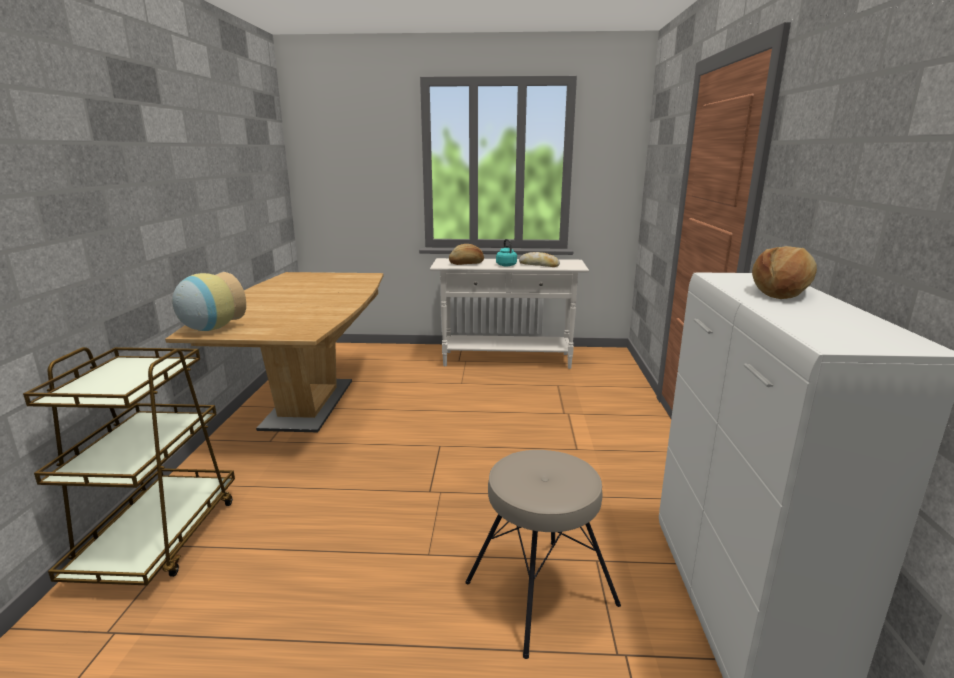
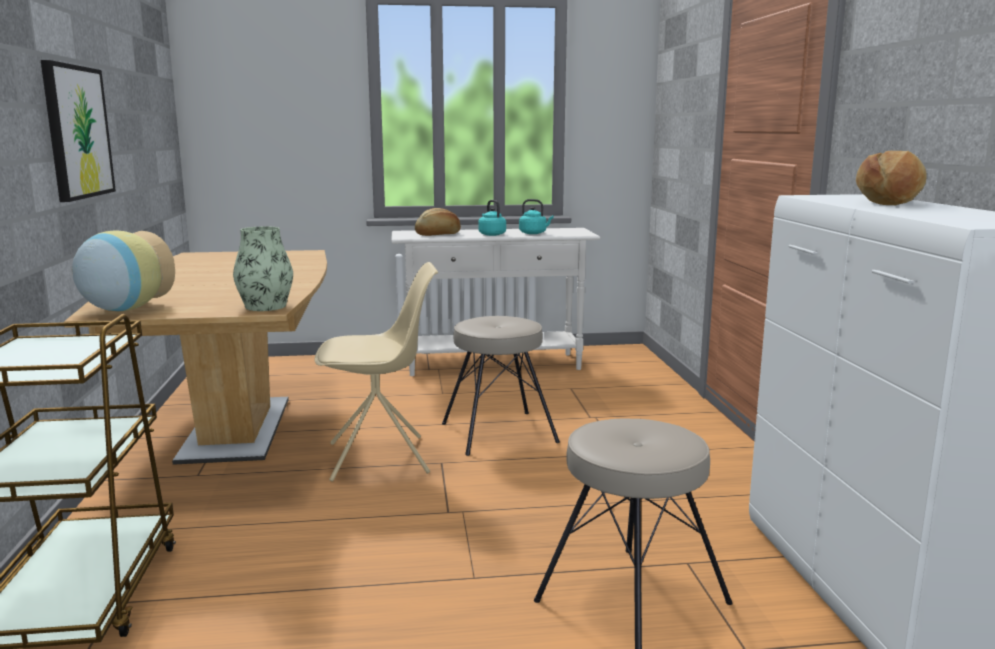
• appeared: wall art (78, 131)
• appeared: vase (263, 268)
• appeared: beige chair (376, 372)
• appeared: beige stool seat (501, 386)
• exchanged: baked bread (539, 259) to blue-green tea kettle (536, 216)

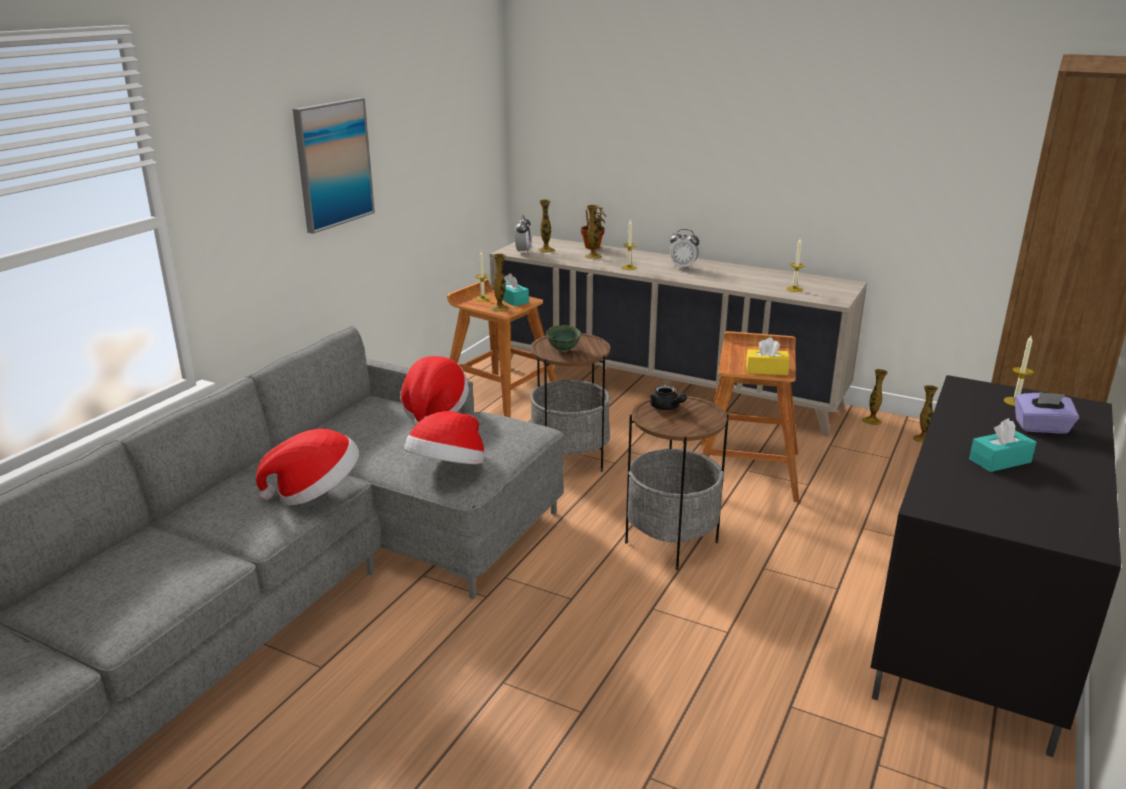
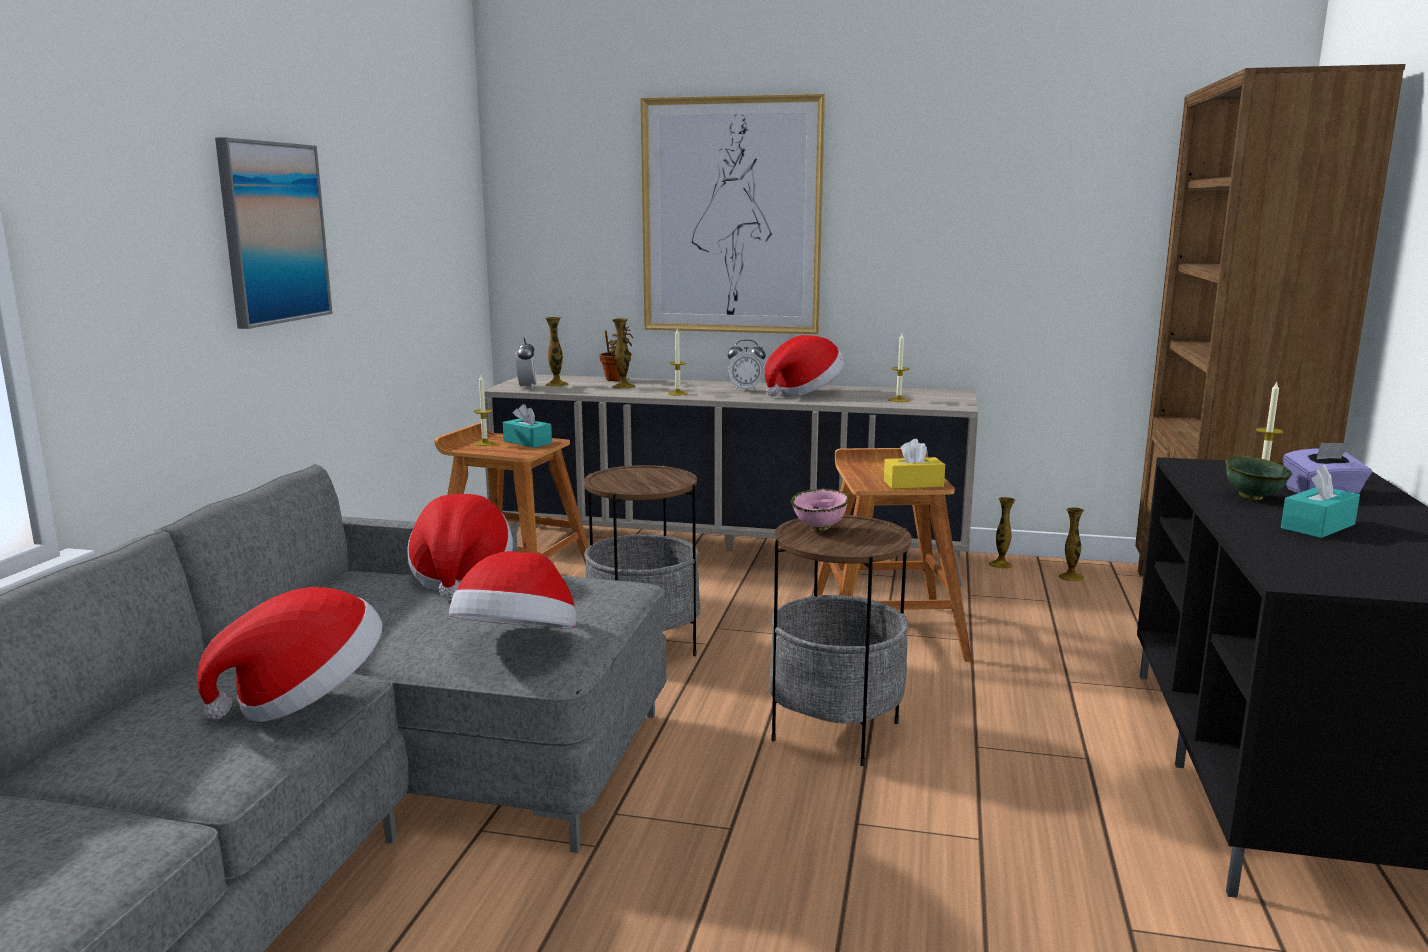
• appeared: wall art (732, 214)
• appeared: clothing hat (804, 366)
• exchanged: black-coloured pot for tea (668, 397) to pinkish bowl (820, 510)
• relocated: green bowl (563, 338) to (1258, 478)
• missing: vase (499, 282)

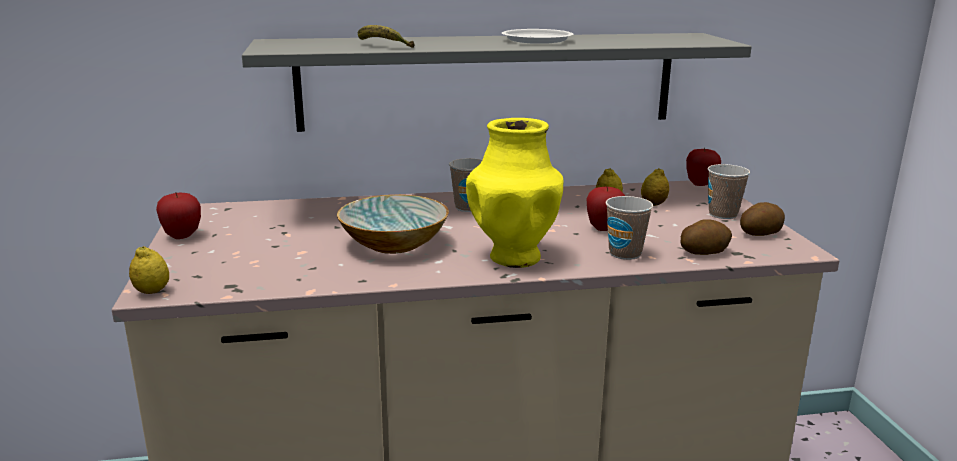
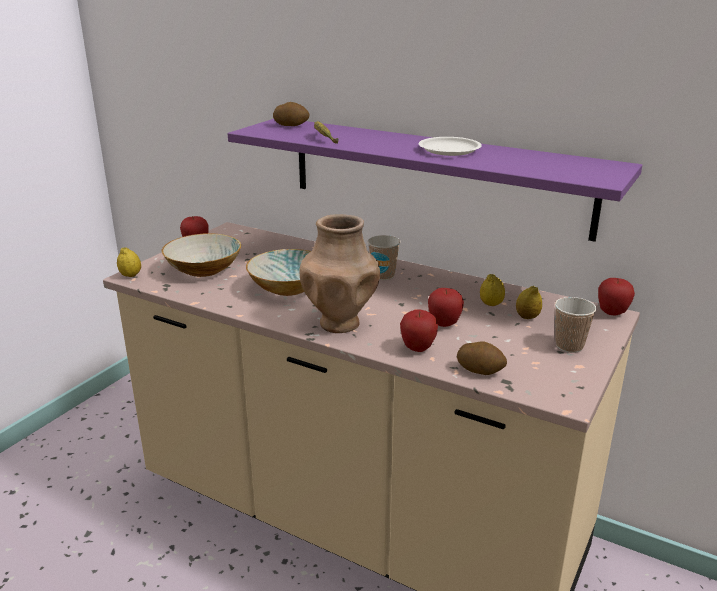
• appeared: bowl (201, 255)
• colour: grey wall shelf (497, 82) to purple wall shelf (435, 180)
• relocated: spud (762, 219) to (291, 114)
• colour: yellow-coloured vase (514, 193) to brown-coloured vase (340, 273)
• exchanged: small cup (629, 228) to apple fruit (419, 330)

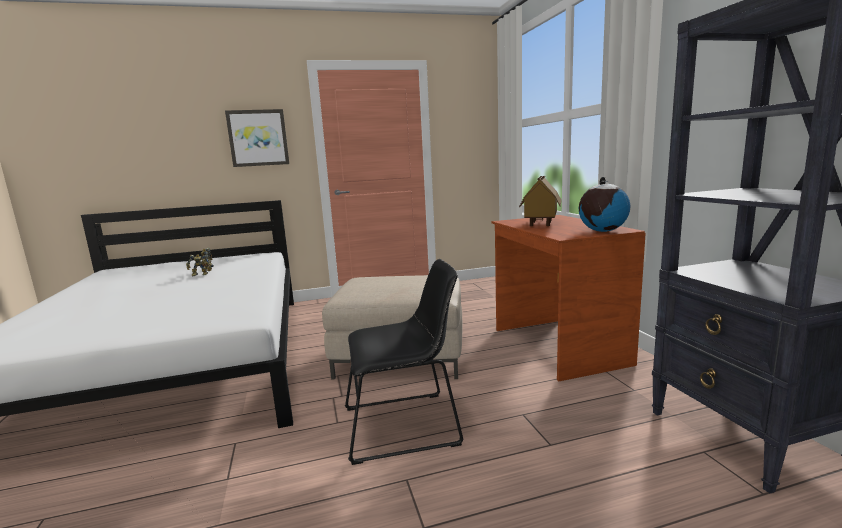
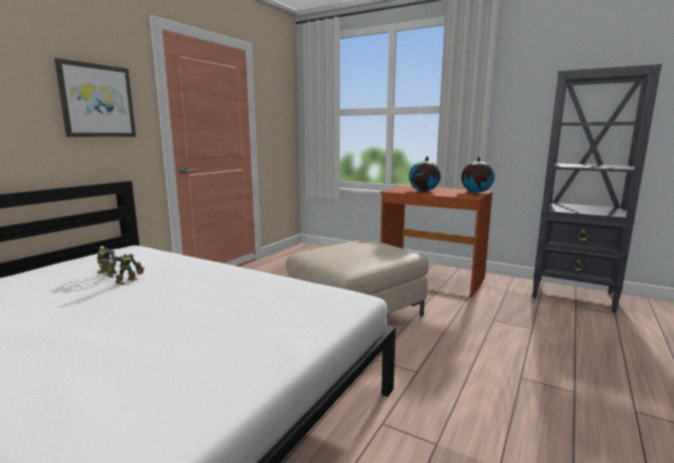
• exchanged: model house (540, 201) to world globe (425, 174)
• missing: black-coloured chair (404, 362)

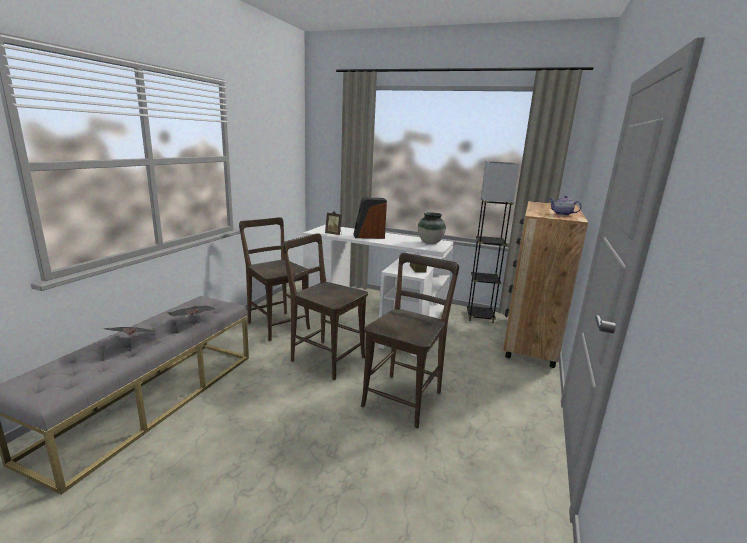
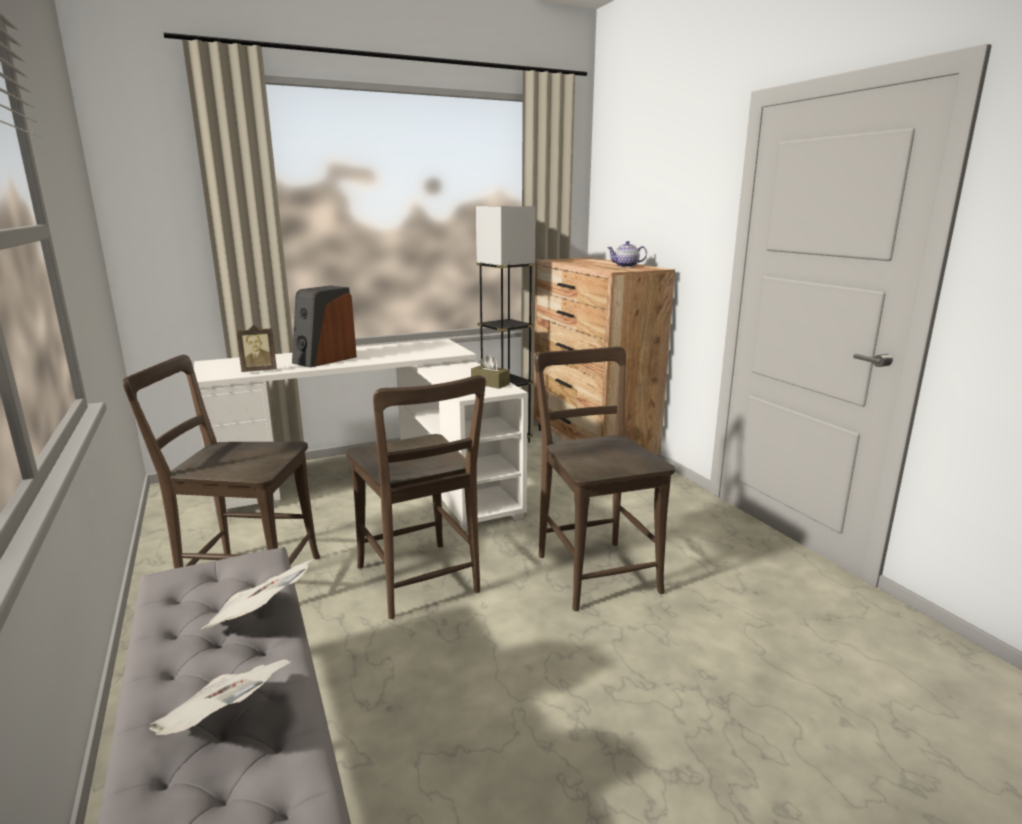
• spun: brown-coloured chair (325, 306) = (416, 497) 105 degrees counterclockwise
• missing: vase (432, 228)

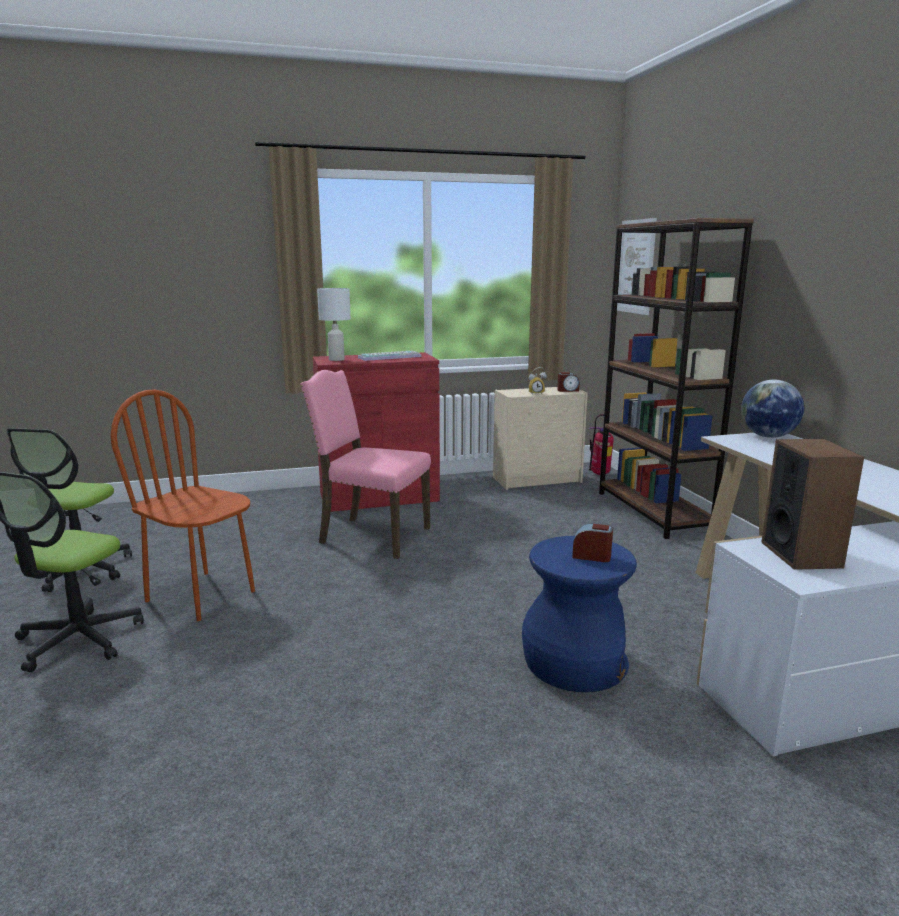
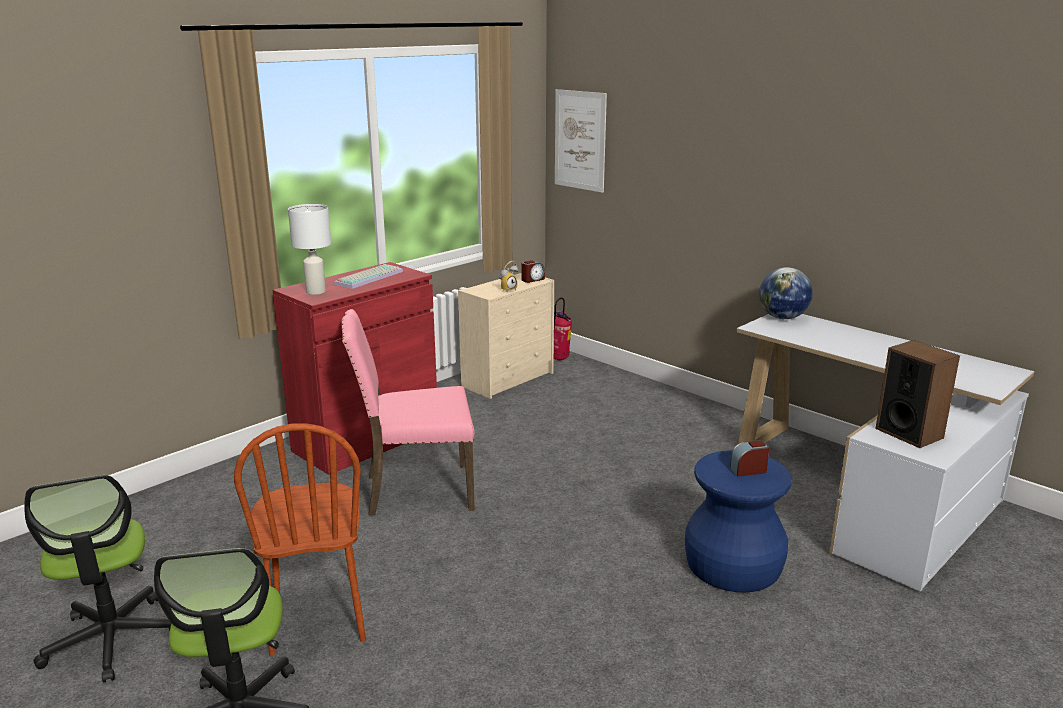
• spun: brown-coloured chair (182, 505) = (300, 539) 105 degrees counterclockwise
• missing: brown-coloured shelving unit (676, 378)

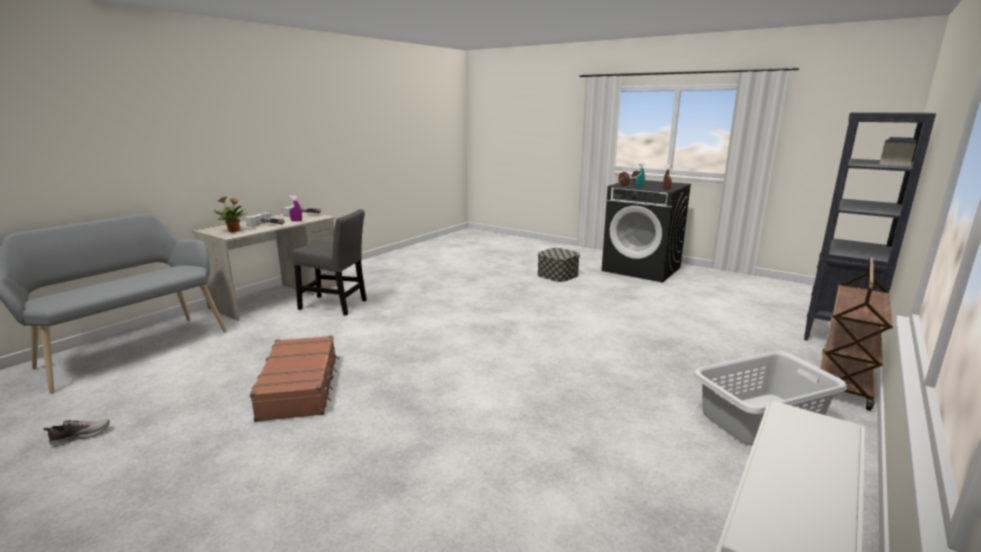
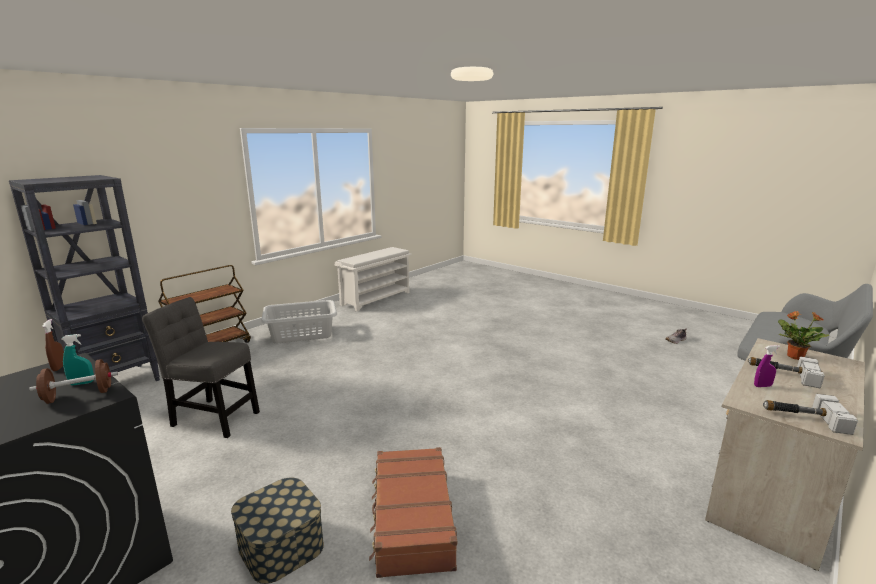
• relocated: grey chair (329, 262) to (201, 367)
• relocated: brown-coloured piece of luggage (294, 378) to (413, 512)

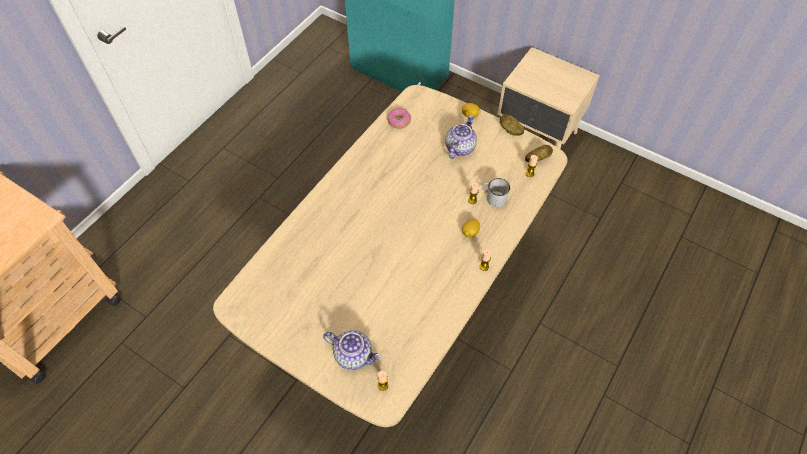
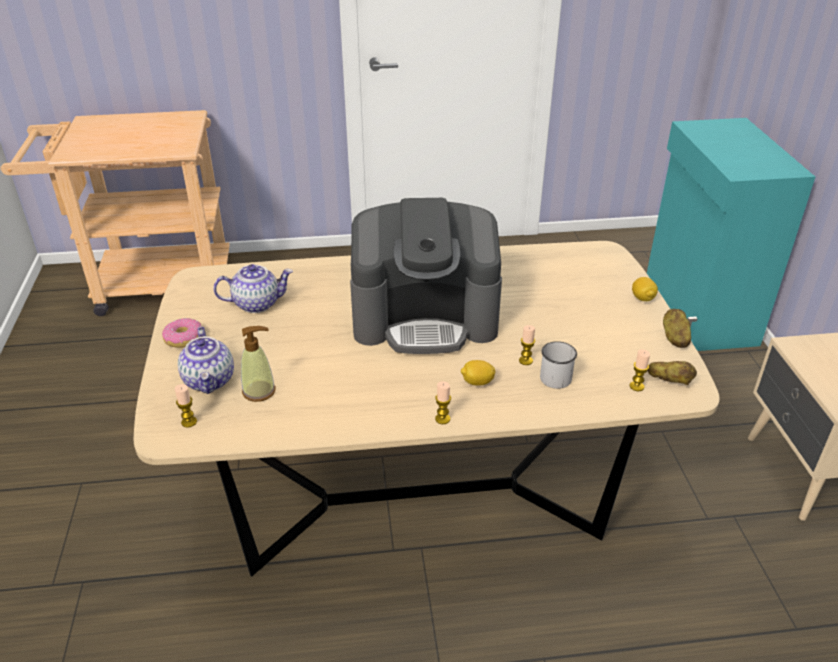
• relocated: ring doughnut (399, 118) to (182, 333)
• relocated: pot for tea (461, 137) to (253, 288)
• appeared: liquid soap bottle (258, 364)
• appeared: coffee machine (426, 276)

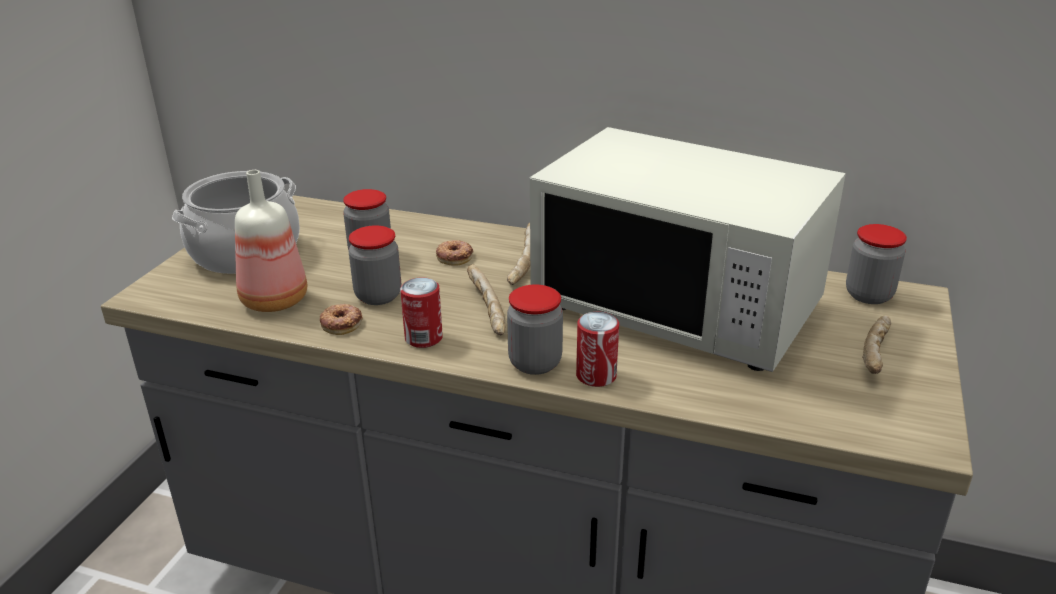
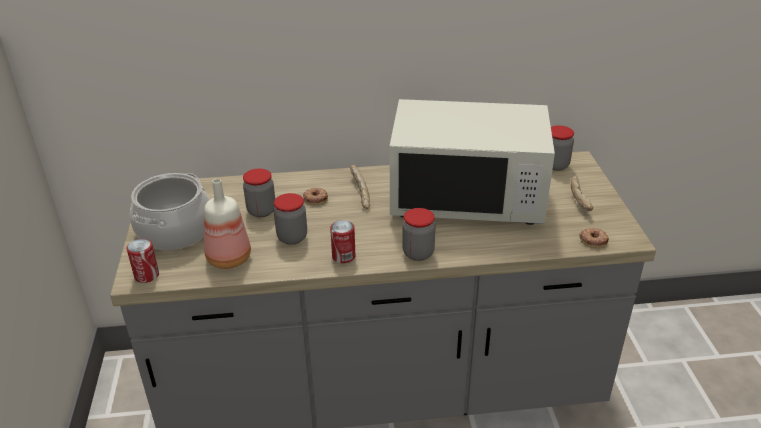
• relocated: can (597, 349) to (143, 260)
• relocated: ring doughnut (341, 319) to (594, 238)
• missing: baked bread (486, 299)

